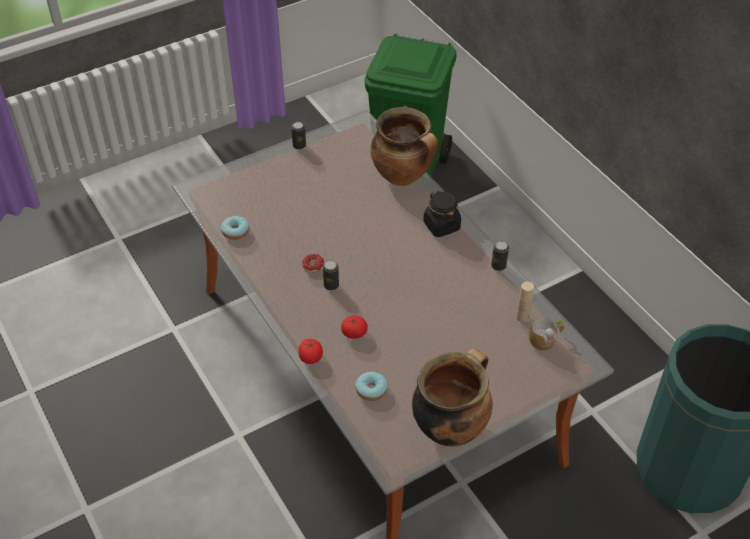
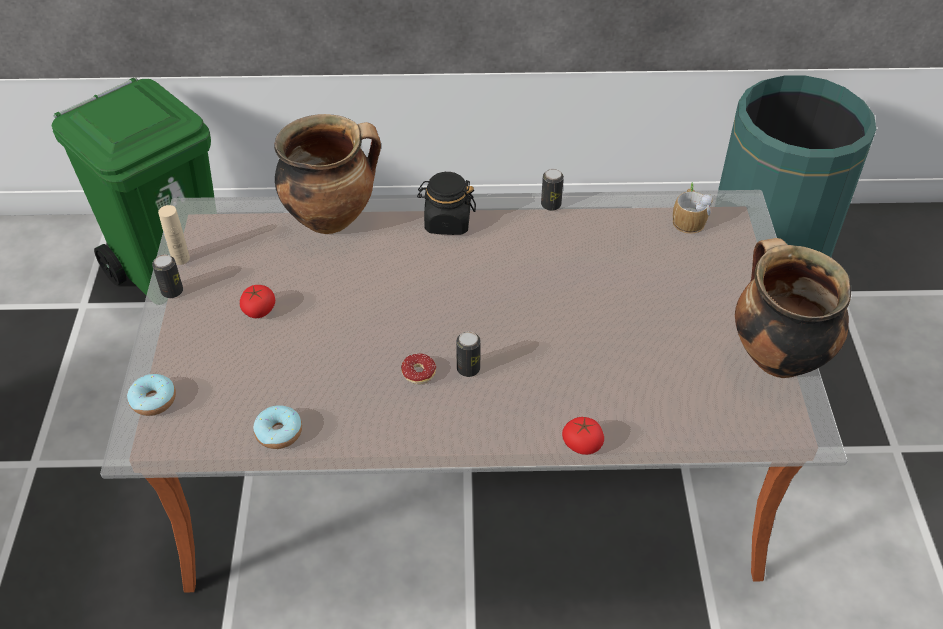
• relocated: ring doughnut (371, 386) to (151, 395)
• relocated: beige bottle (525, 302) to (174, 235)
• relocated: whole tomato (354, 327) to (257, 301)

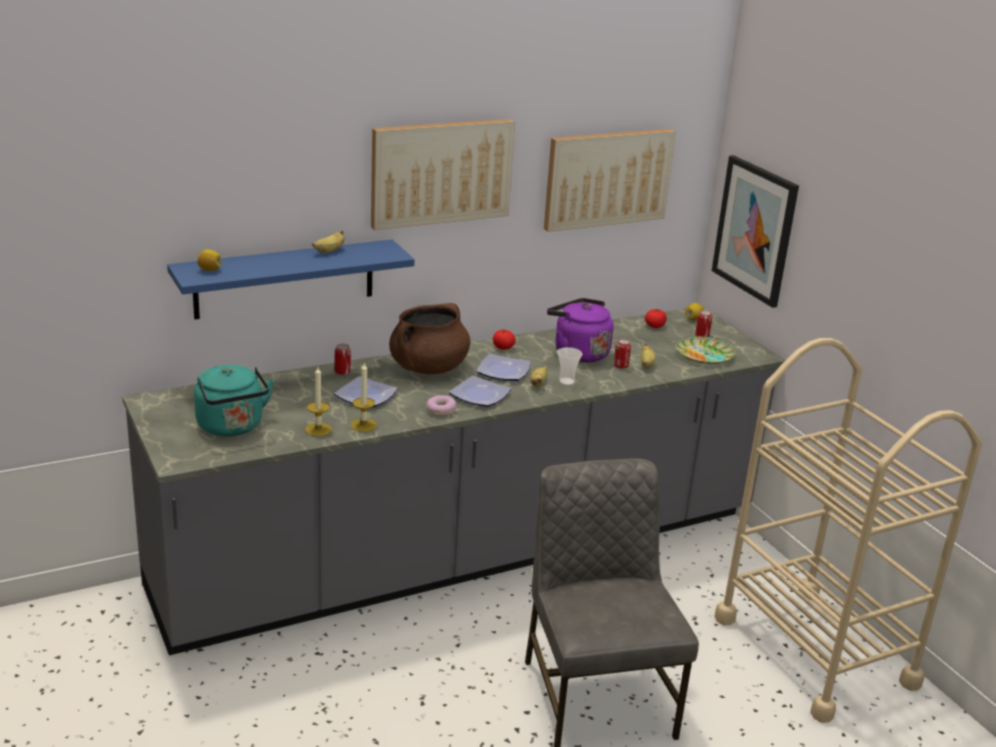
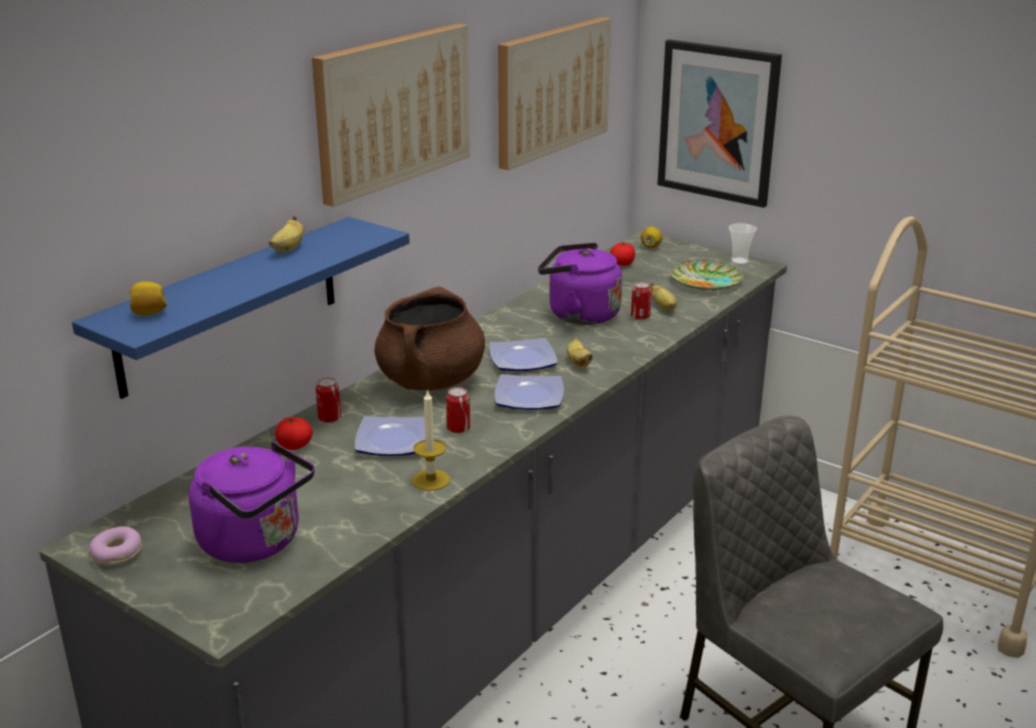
• relocated: ring doughnut (441, 405) to (115, 546)
• colour: blue-green tea kettle (234, 400) to purple tea kettle (252, 502)
• relocated: whole tomato (504, 339) to (294, 433)
• relocated: can (703, 323) to (458, 410)
• relocated: small cup (569, 366) to (743, 243)
• missing: wax light (318, 401)

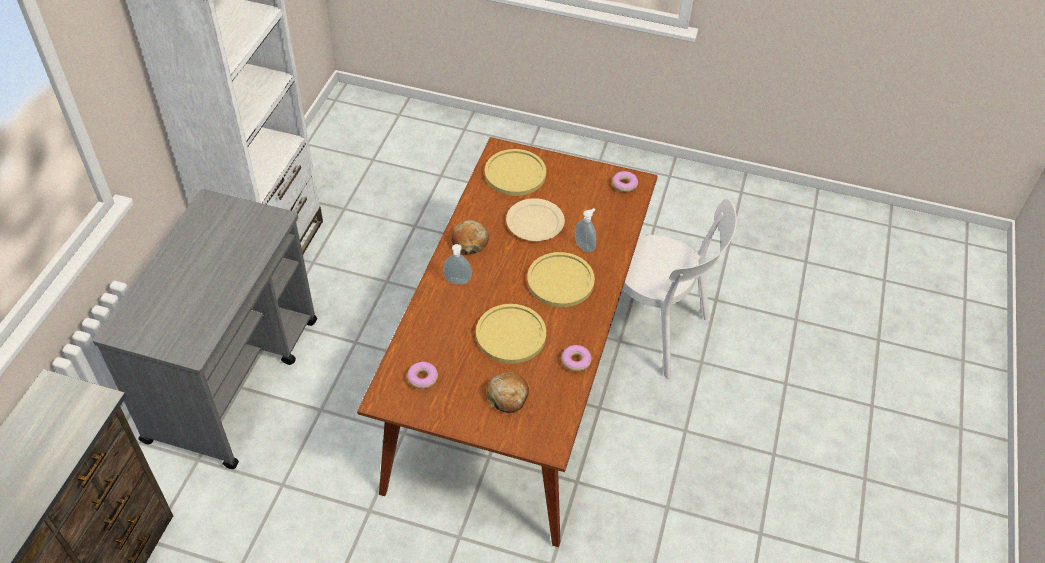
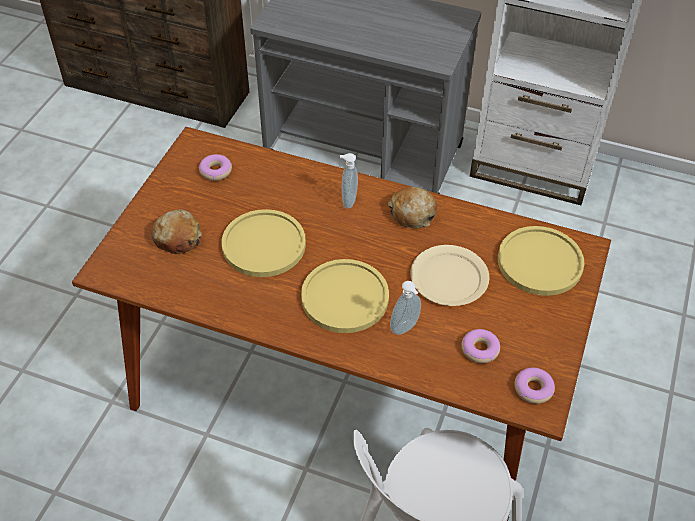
• relocated: ring doughnut (576, 358) to (481, 346)

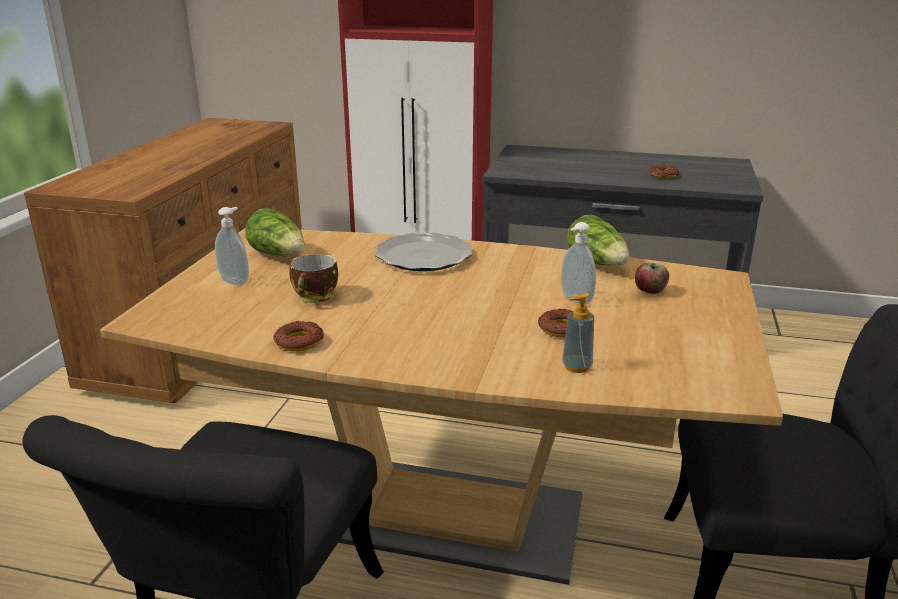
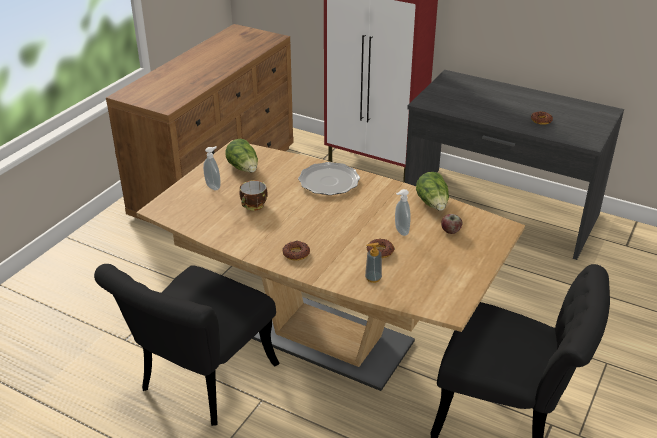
• relocated: ring doughnut (298, 336) to (296, 251)

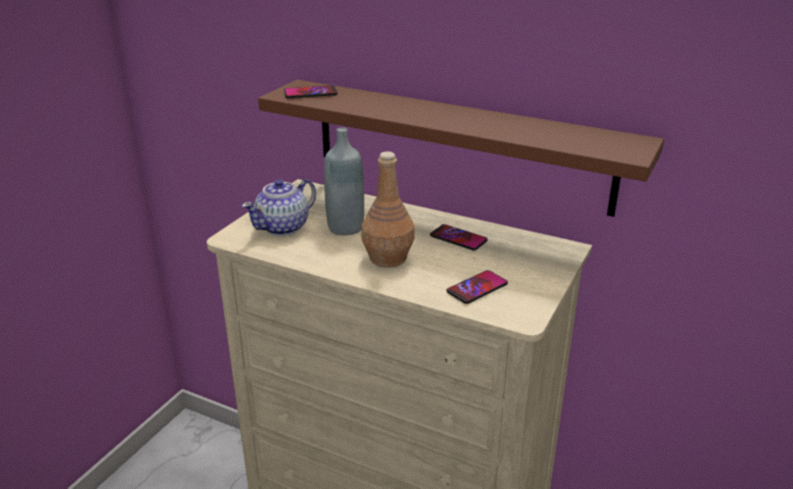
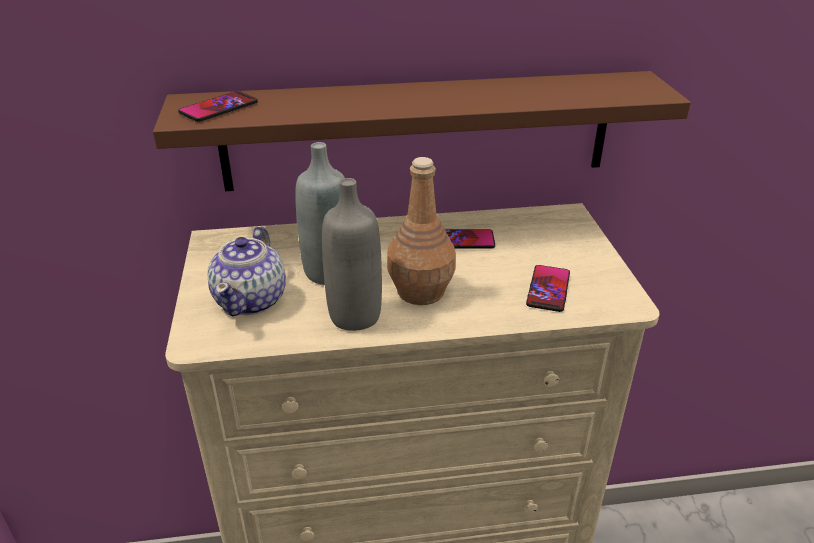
• appeared: grey bottle (352, 254)

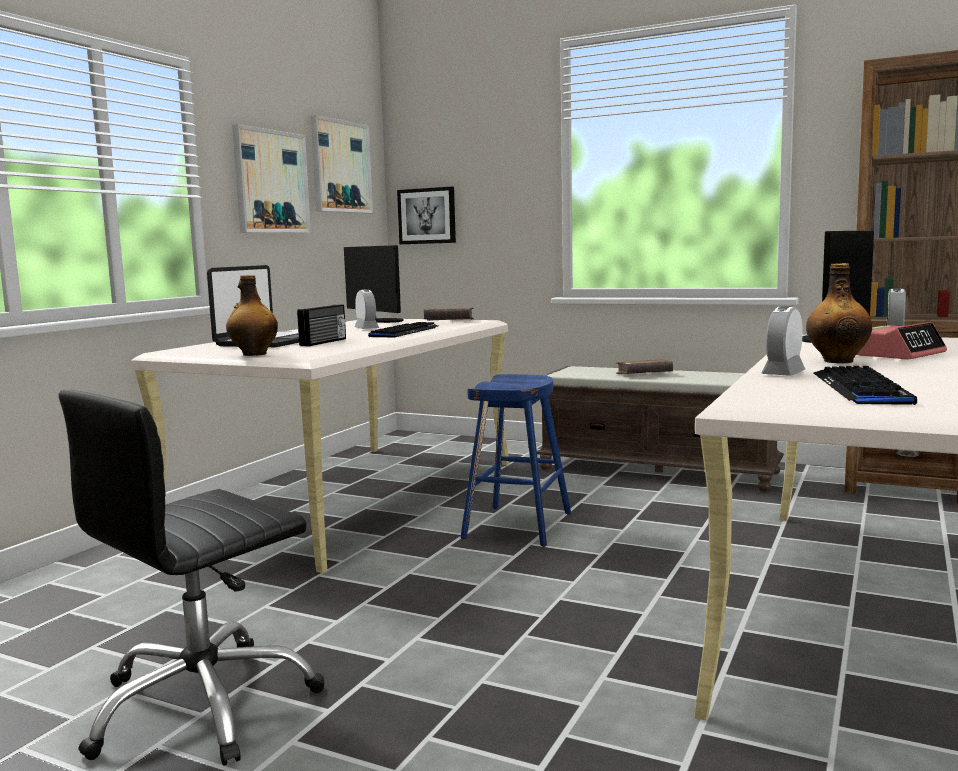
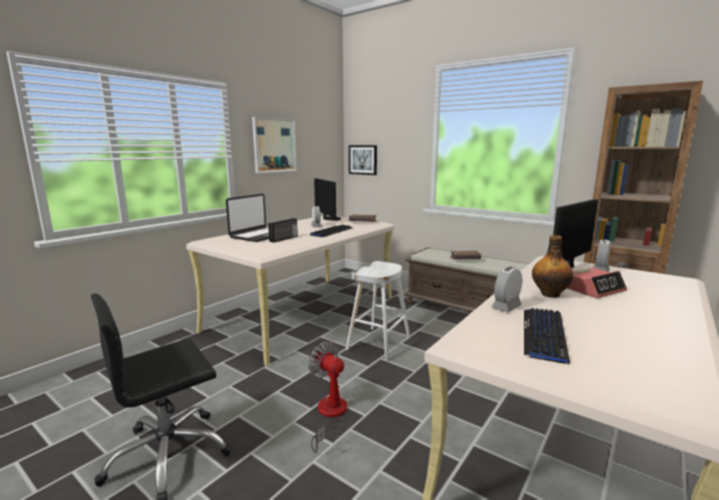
• appeared: electric fan (328, 397)
• colour: bluish stool seat (516, 460) to white stool seat (378, 311)
• missing: bottle (252, 315)
• missing: wall art (342, 164)

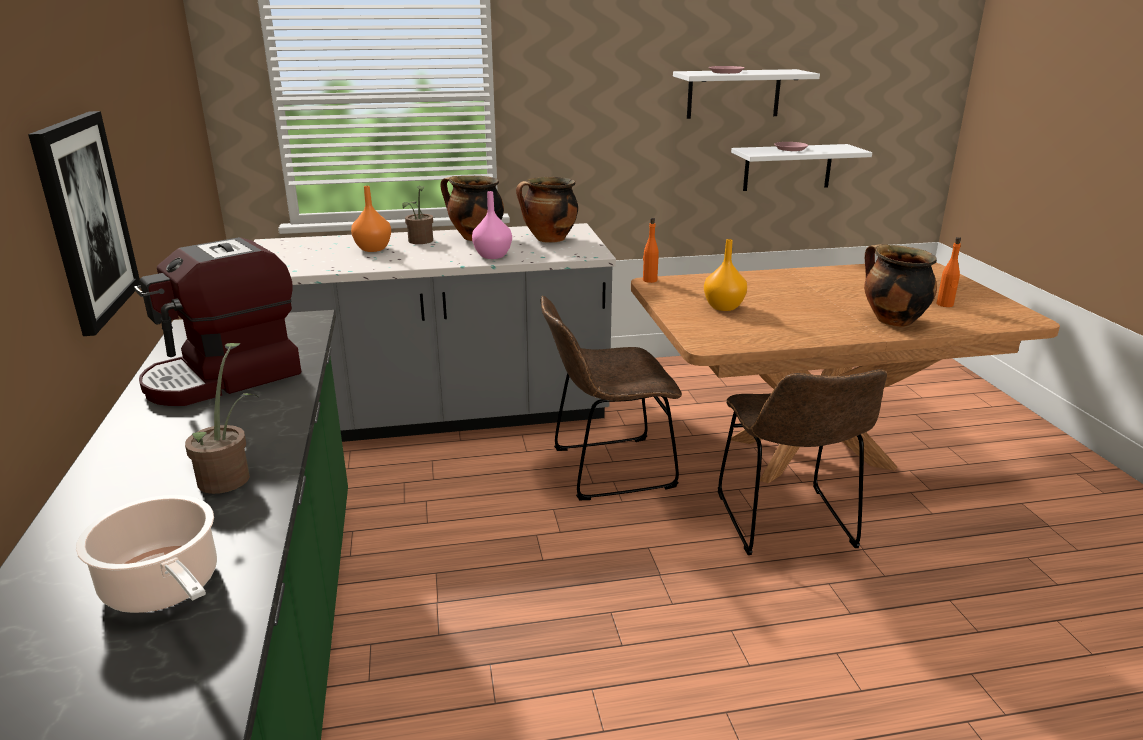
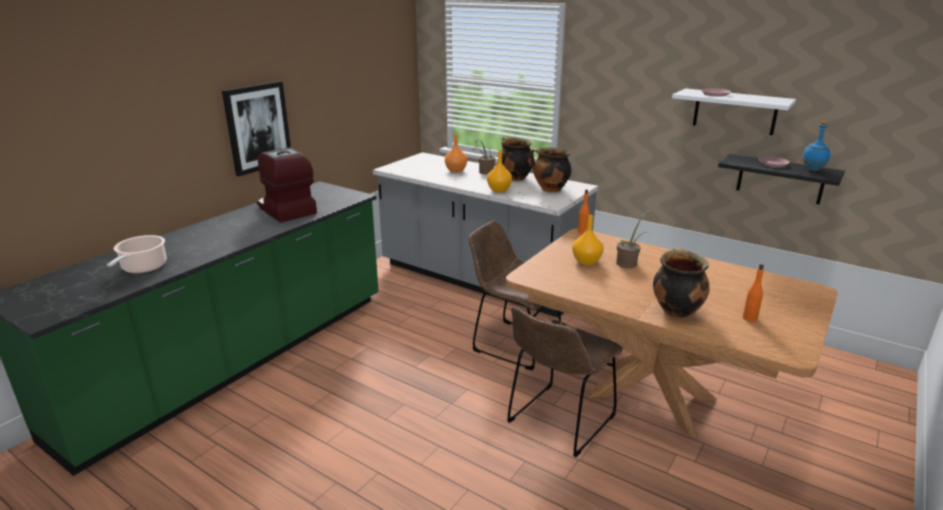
• spun: coffee machine (217, 321) = (287, 185) 45 degrees clockwise
• colour: pinkish vase (492, 225) to orange vase (499, 171)
• relocated: plant in a pot (221, 418) to (634, 239)
• colour: white wall shelf (801, 167) to black-coloured wall shelf (781, 179)
• appeared: bluish bottle (816, 146)

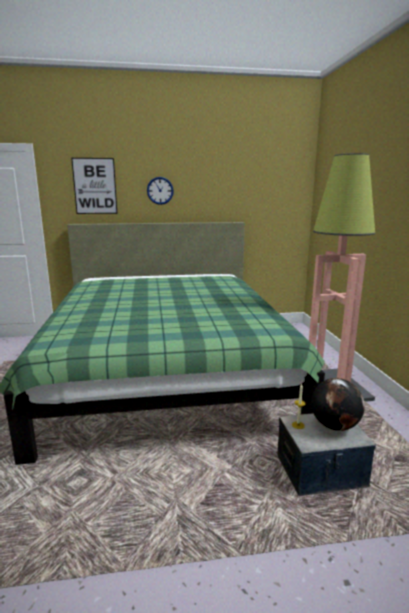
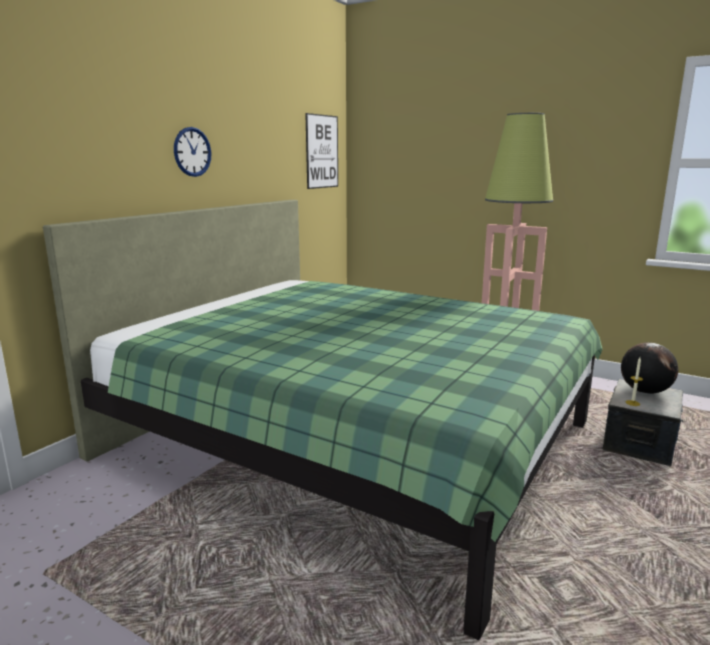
• relocated: wall art (94, 186) to (321, 151)

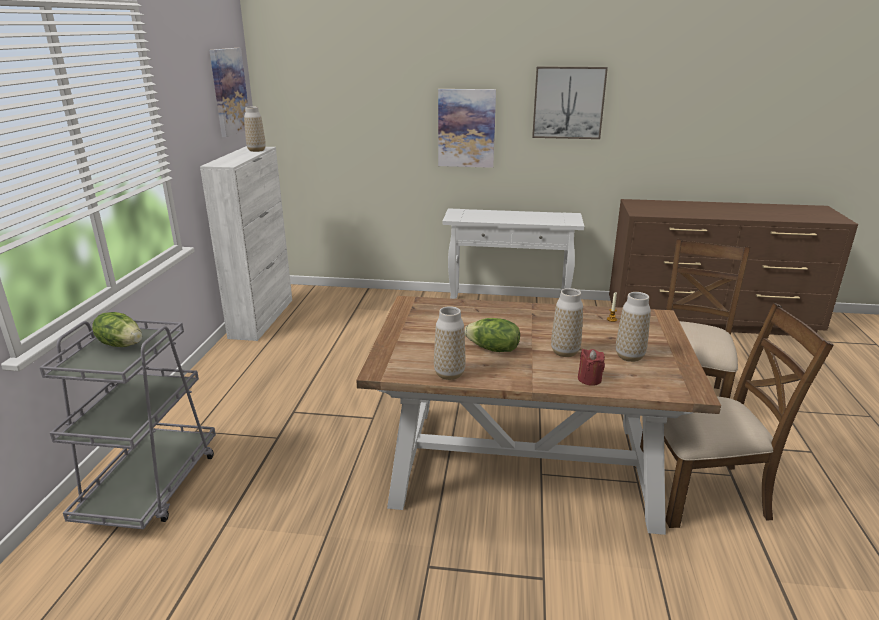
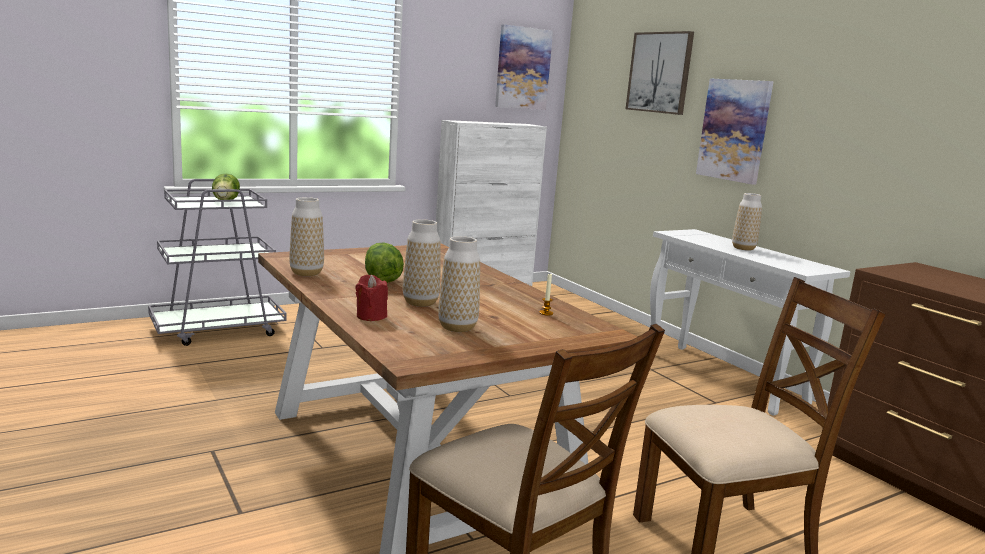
• relocated: wall art (570, 102) to (660, 73)
• relocated: vase (255, 129) to (747, 222)

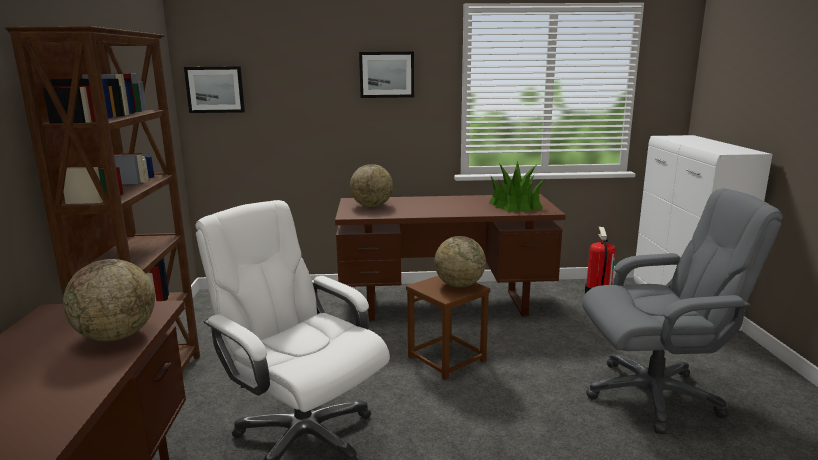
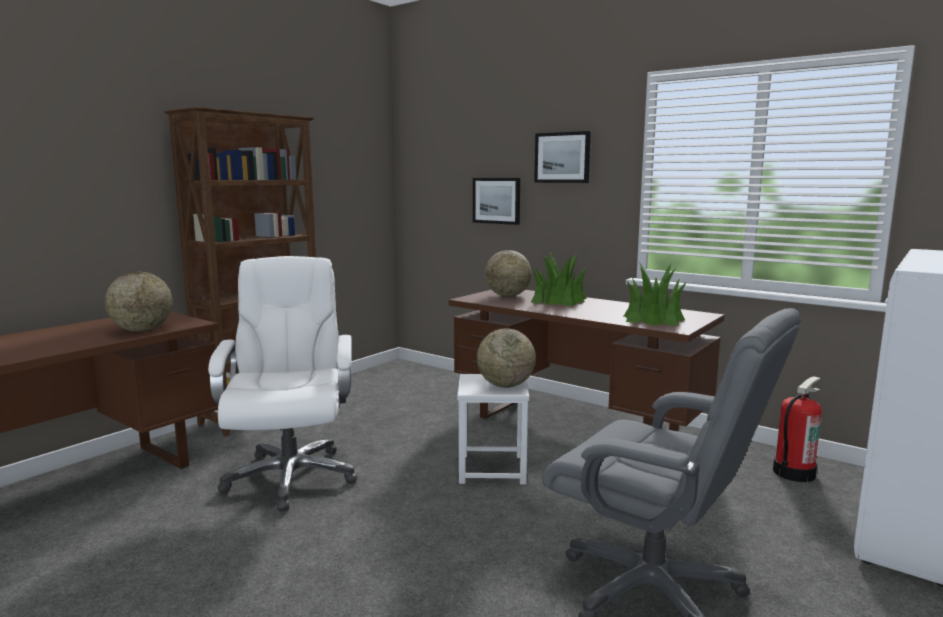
• colour: brown-coloured stool seat (448, 328) to white stool seat (493, 429)
• relocated: wall art (214, 89) to (496, 201)
• appeared: plant in a pot (559, 278)

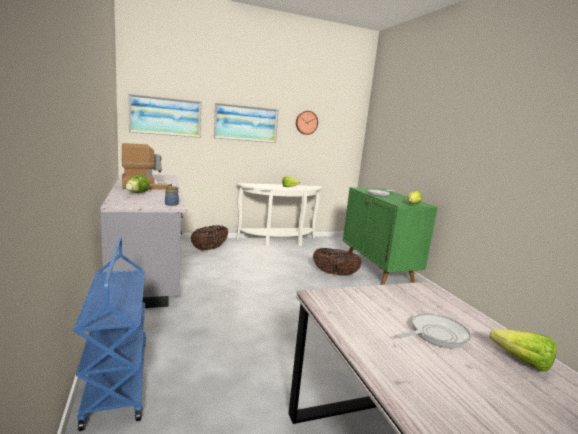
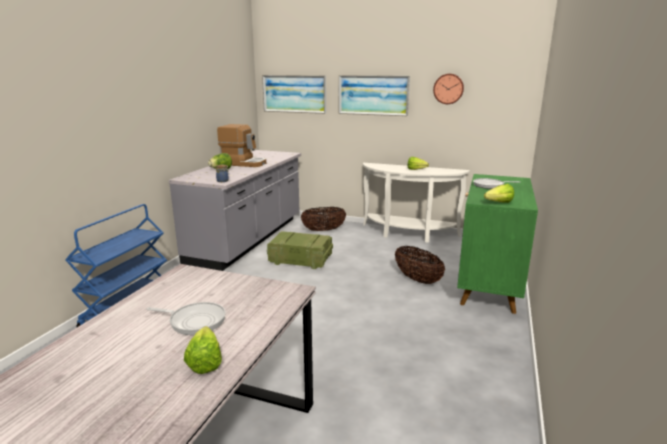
• appeared: crate (300, 250)

